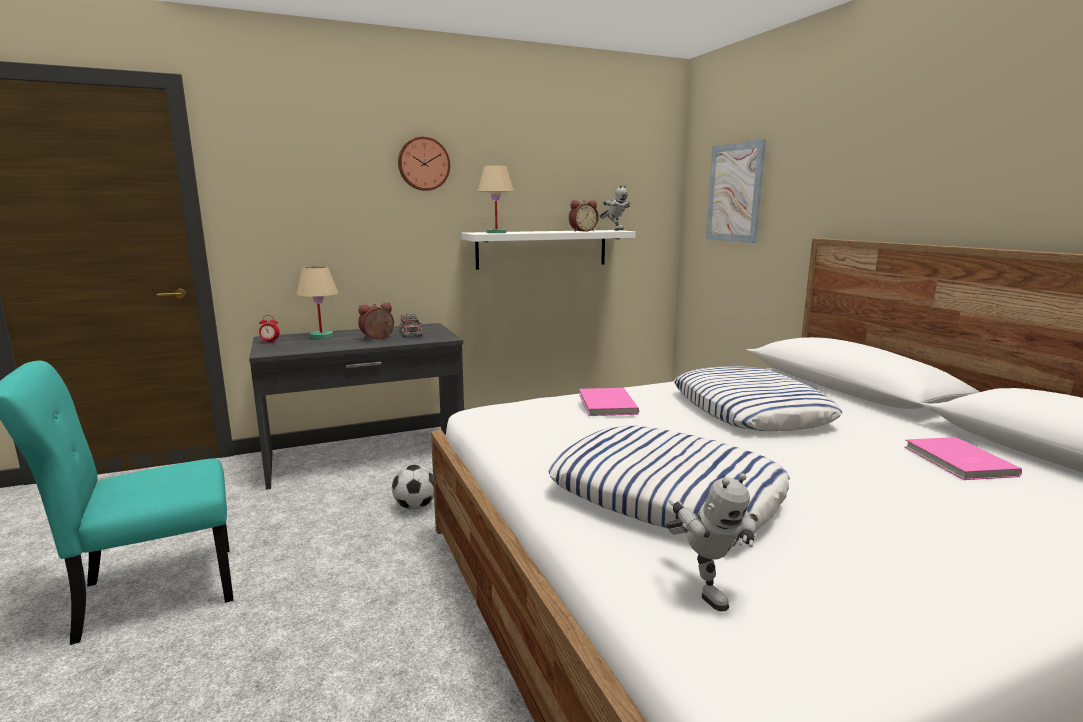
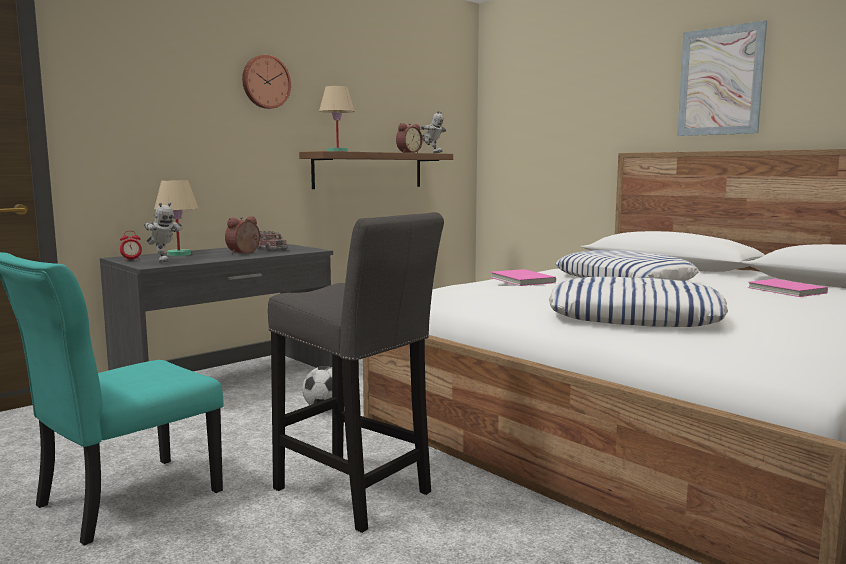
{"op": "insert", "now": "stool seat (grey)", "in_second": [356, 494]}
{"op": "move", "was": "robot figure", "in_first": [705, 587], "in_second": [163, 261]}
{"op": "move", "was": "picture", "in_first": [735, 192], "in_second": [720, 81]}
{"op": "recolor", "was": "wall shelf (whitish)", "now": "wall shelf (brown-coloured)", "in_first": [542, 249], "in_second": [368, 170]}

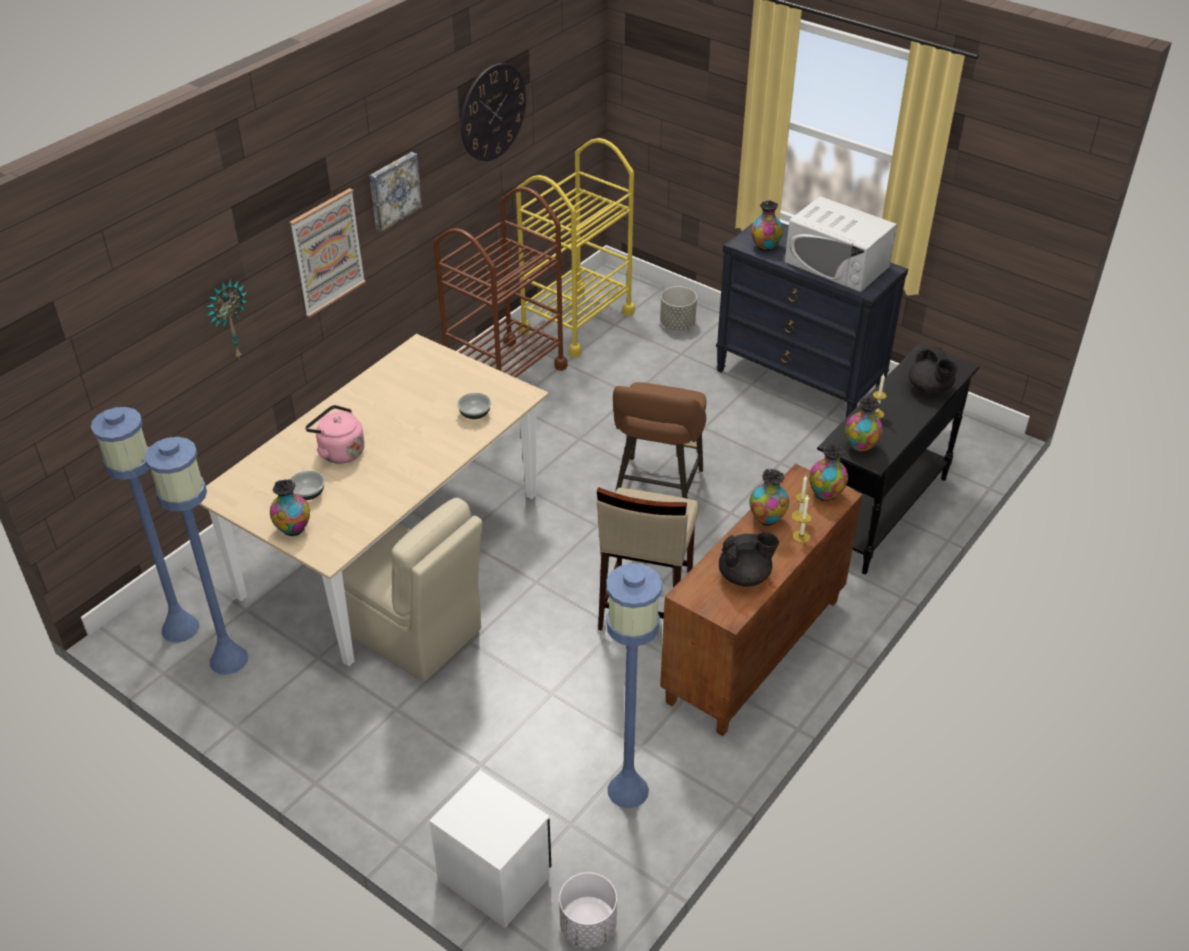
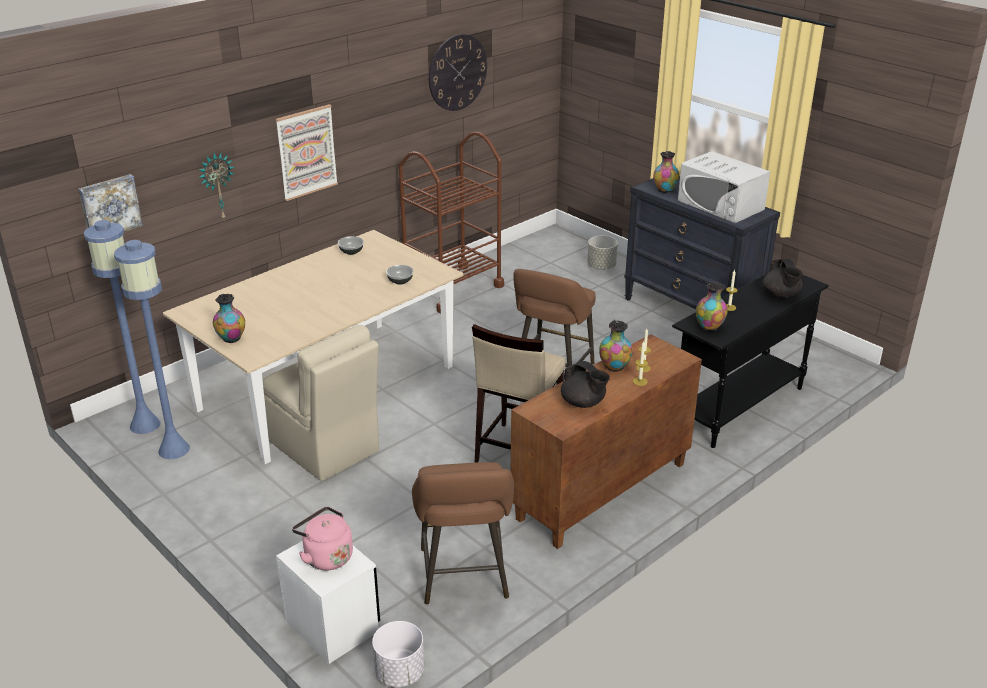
{"op": "delete", "was": "wheeled cart (yellow)", "in_first": [576, 321]}
{"op": "delete", "was": "decorative vase", "in_first": [826, 494]}
{"op": "move", "was": "serving bowl", "in_first": [308, 494], "in_second": [351, 252]}
{"op": "move", "was": "water kettle (pink-coloured)", "in_first": [339, 451], "in_second": [326, 556]}
{"op": "move", "was": "picture", "in_first": [393, 190], "in_second": [109, 206]}
{"op": "replace", "was": "standing lamp (blue)", "now": "stool seat (brown-coloured)", "in_first": [627, 791], "in_second": [464, 578]}
{"op": "rotate", "was": "tea pot (blackish)", "in_first": [745, 576], "in_second": [583, 403], "clockwise": 45}

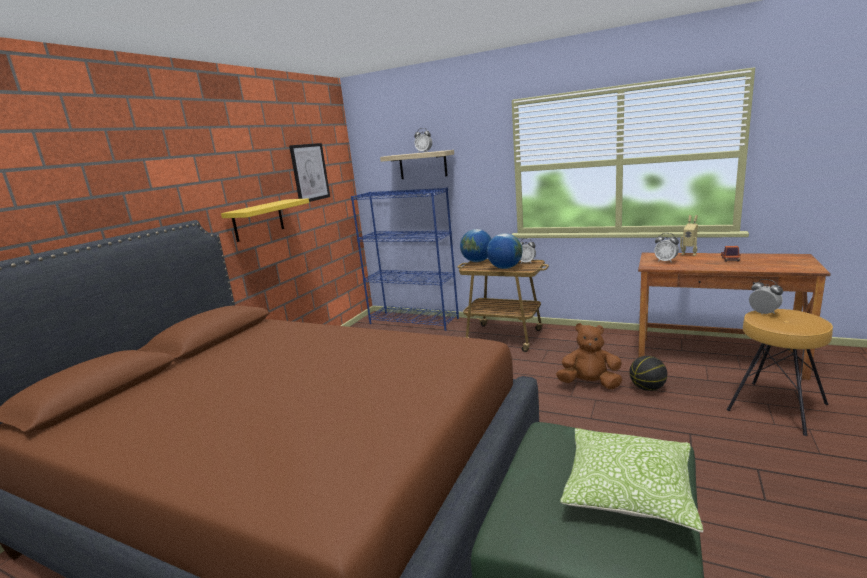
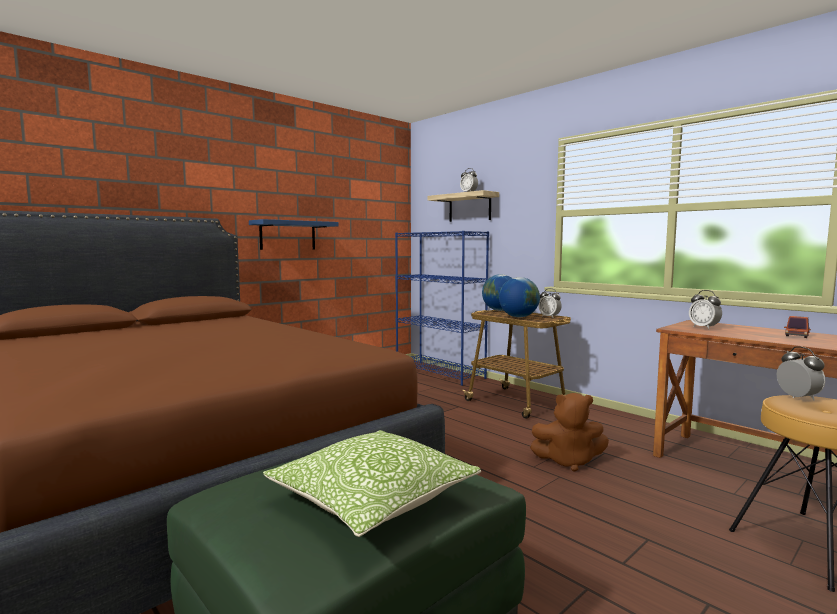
{"op": "delete", "was": "picture", "in_first": [310, 172]}
{"op": "delete", "was": "basketball ball", "in_first": [647, 388]}
{"op": "delete", "was": "robot figure", "in_first": [689, 253]}
{"op": "recolor", "was": "wall shelf (yellow)", "now": "wall shelf (blue)", "in_first": [258, 220], "in_second": [288, 235]}
{"op": "rotate", "was": "soft toy (brown-coloured)", "in_first": [589, 384], "in_second": [568, 461], "clockwise": 150}

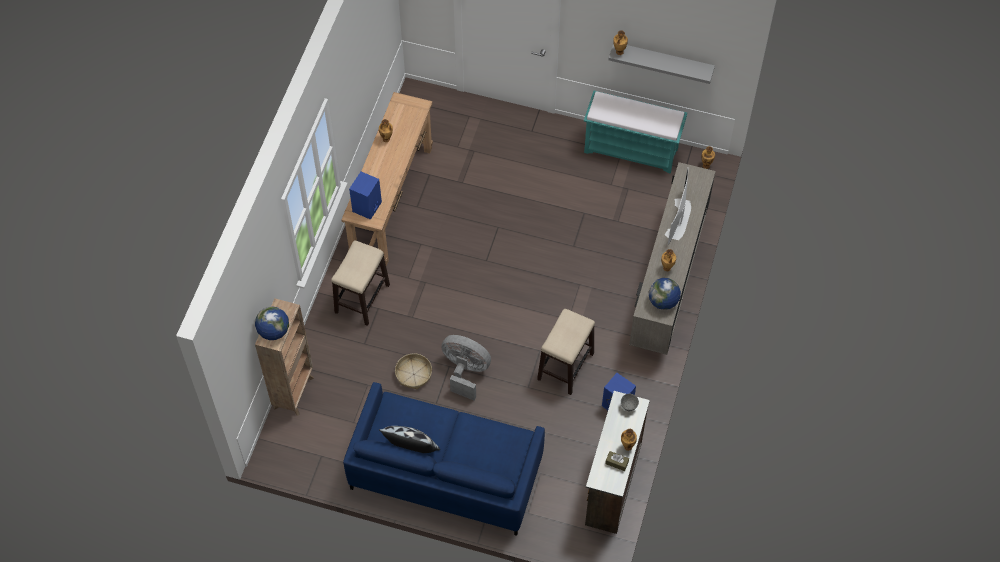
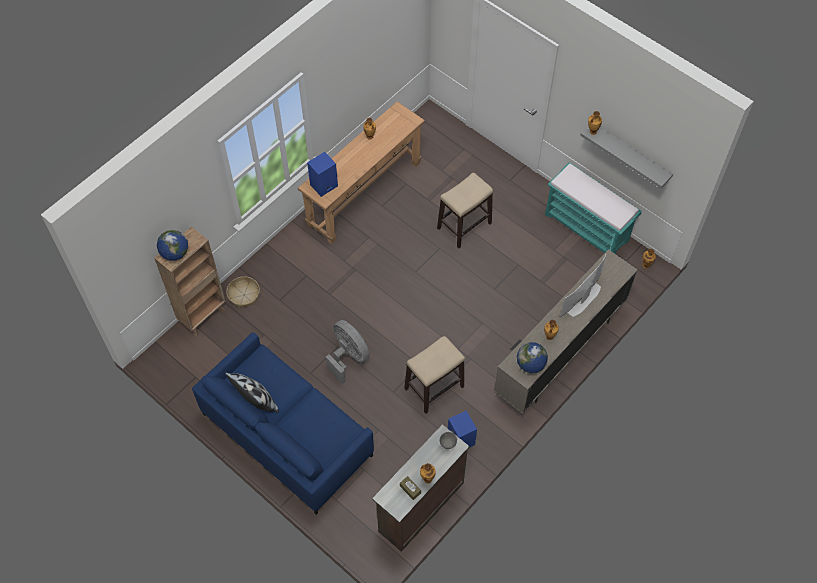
{"op": "move", "was": "stool seat", "in_first": [362, 298], "in_second": [464, 225]}
{"op": "move", "was": "basket", "in_first": [414, 374], "in_second": [244, 295]}

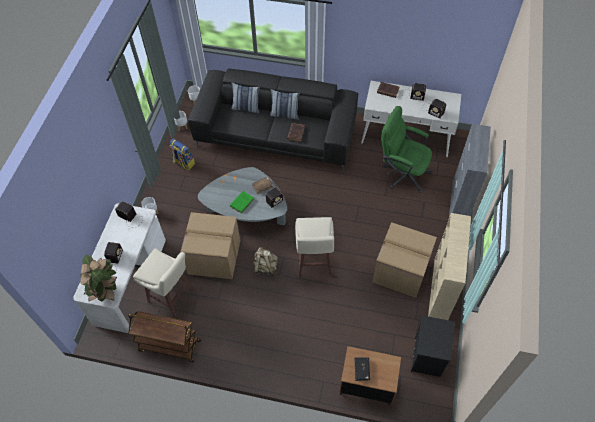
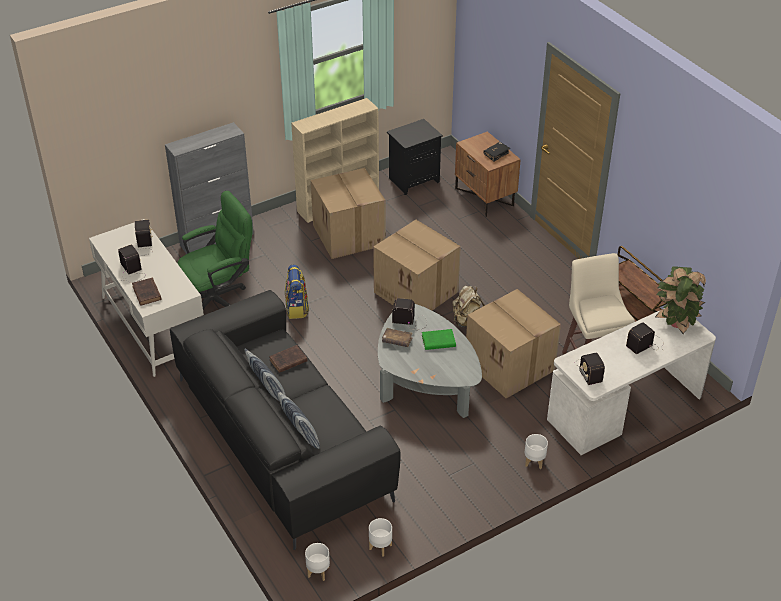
{"op": "move", "was": "backpack", "in_first": [183, 163], "in_second": [297, 308]}
{"op": "replace", "was": "stool seat (beige)", "now": "cardboard box", "in_first": [314, 263], "in_second": [417, 292]}
{"op": "rotate", "was": "office chair (green-coloured)", "in_first": [402, 173], "in_second": [219, 298], "clockwise": -105}

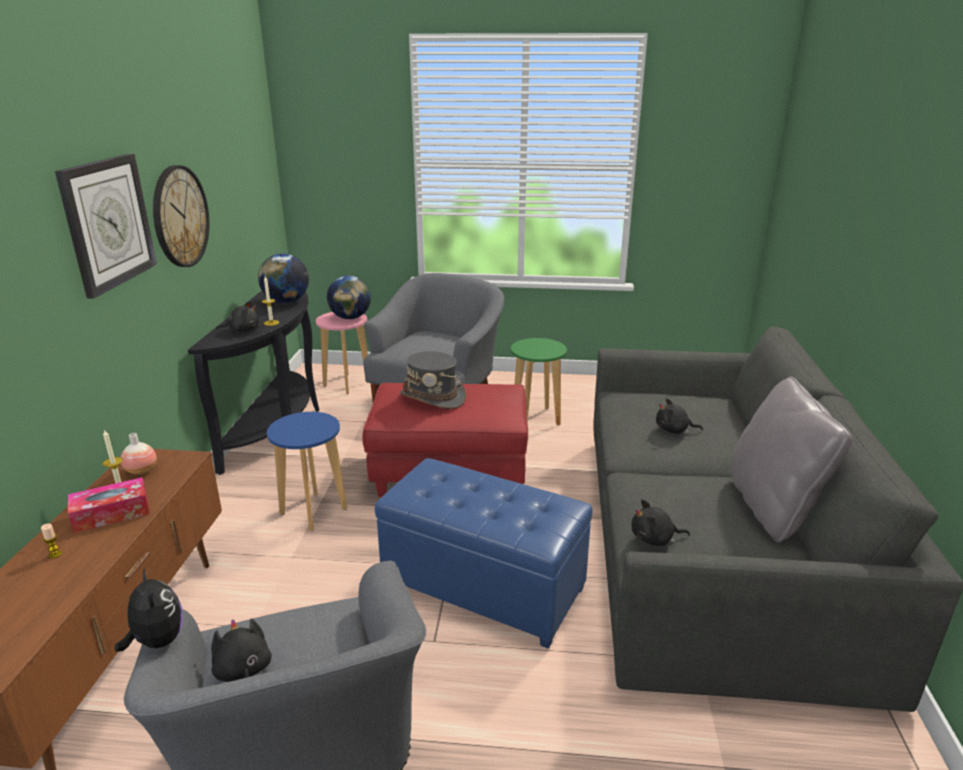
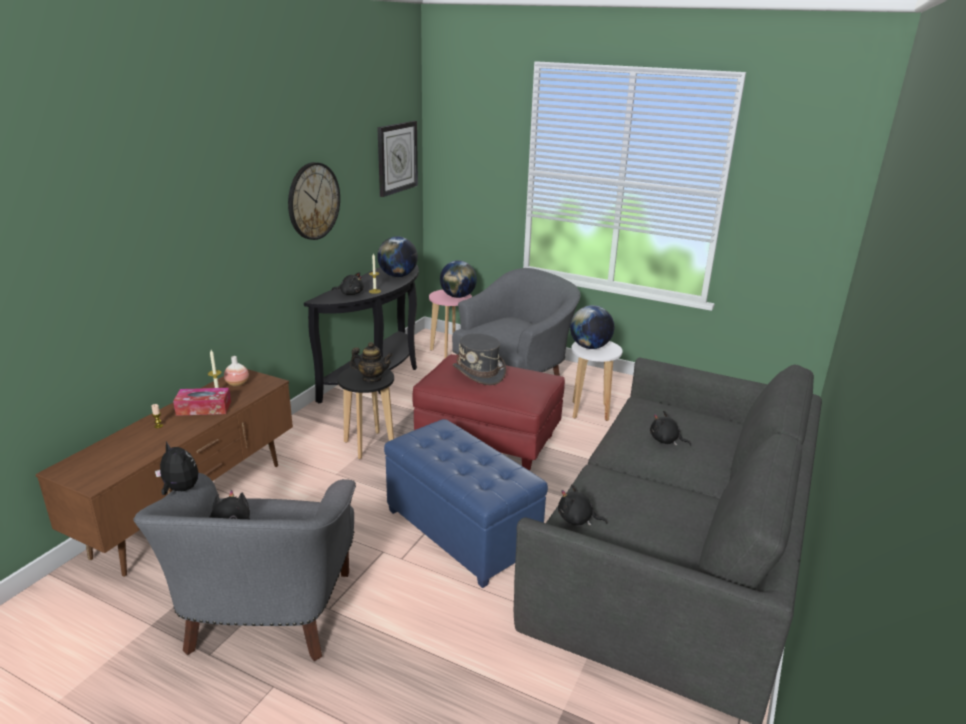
{"op": "delete", "was": "pillow (grey)", "in_first": [772, 507]}
{"op": "insert", "now": "tea pot", "in_second": [372, 378]}
{"op": "insert", "now": "world globe", "in_second": [590, 347]}
{"op": "move", "was": "hanging clock", "in_first": [108, 223], "in_second": [397, 158]}
{"op": "recolor", "was": "stool seat (blue)", "now": "stool seat (blackish)", "in_first": [313, 511], "in_second": [369, 445]}
{"op": "recolor", "was": "stool seat (green-coloured)", "now": "stool seat (whitish)", "in_first": [536, 419], "in_second": [590, 411]}
{"op": "rotate", "was": "soft toy", "in_first": [157, 640], "in_second": [179, 489], "clockwise": -45}

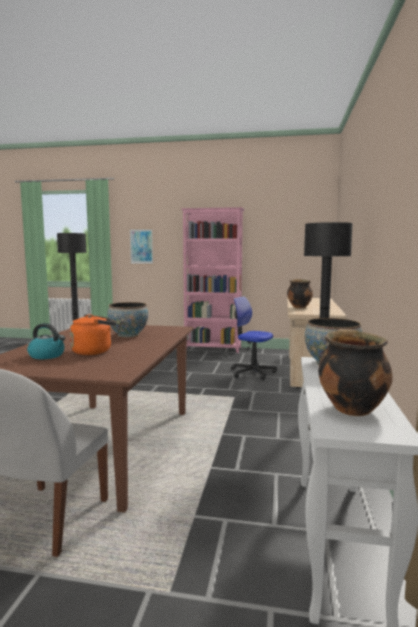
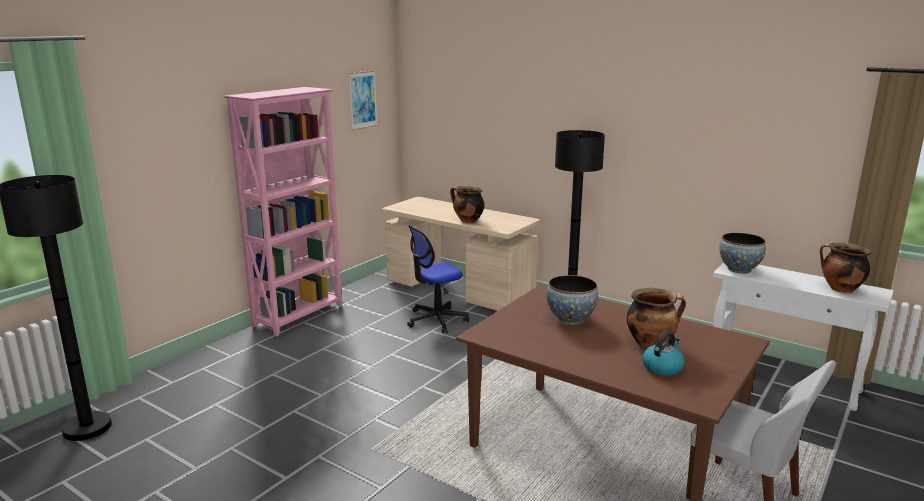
{"op": "move", "was": "picture", "in_first": [141, 246], "in_second": [363, 100]}
{"op": "replace", "was": "water kettle (orange)", "now": "stockpot", "in_first": [94, 351], "in_second": [651, 343]}

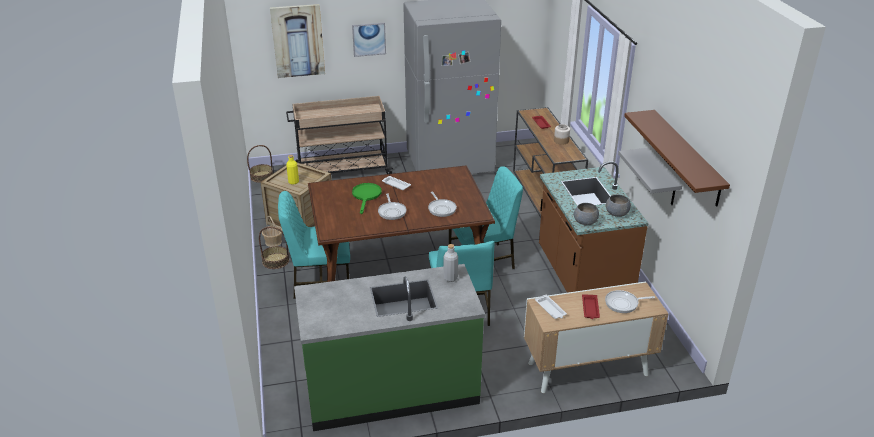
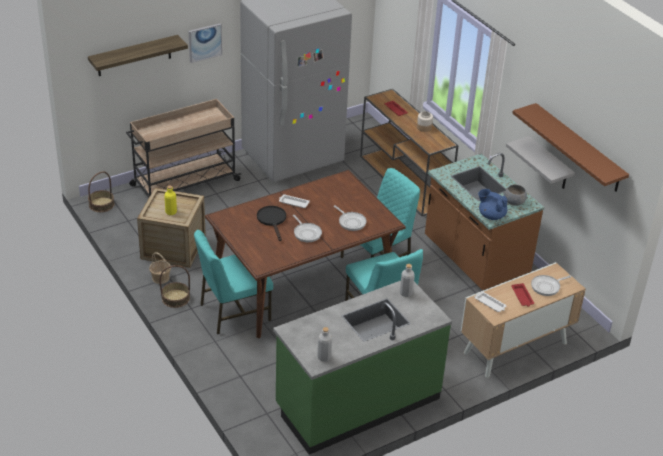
{"op": "insert", "now": "bottle (grey)", "in_second": [324, 357]}
{"op": "replace", "was": "picture", "now": "wall shelf", "in_first": [298, 41], "in_second": [134, 56]}
{"op": "replace", "was": "serving bowl (grey)", "now": "tea pot (blue)", "in_first": [585, 222], "in_second": [491, 215]}
{"op": "recolor", "was": "pan (green-coloured)", "now": "pan (blackish)", "in_first": [366, 196], "in_second": [272, 220]}

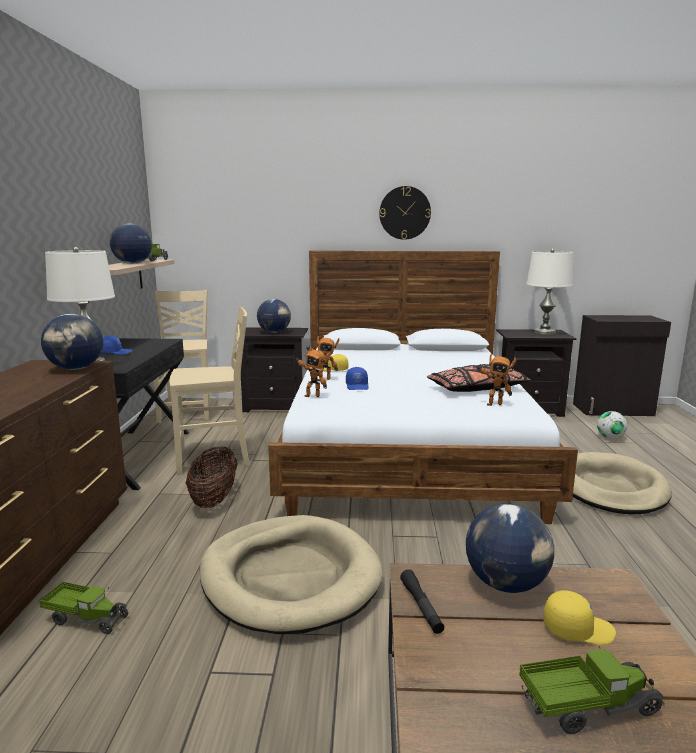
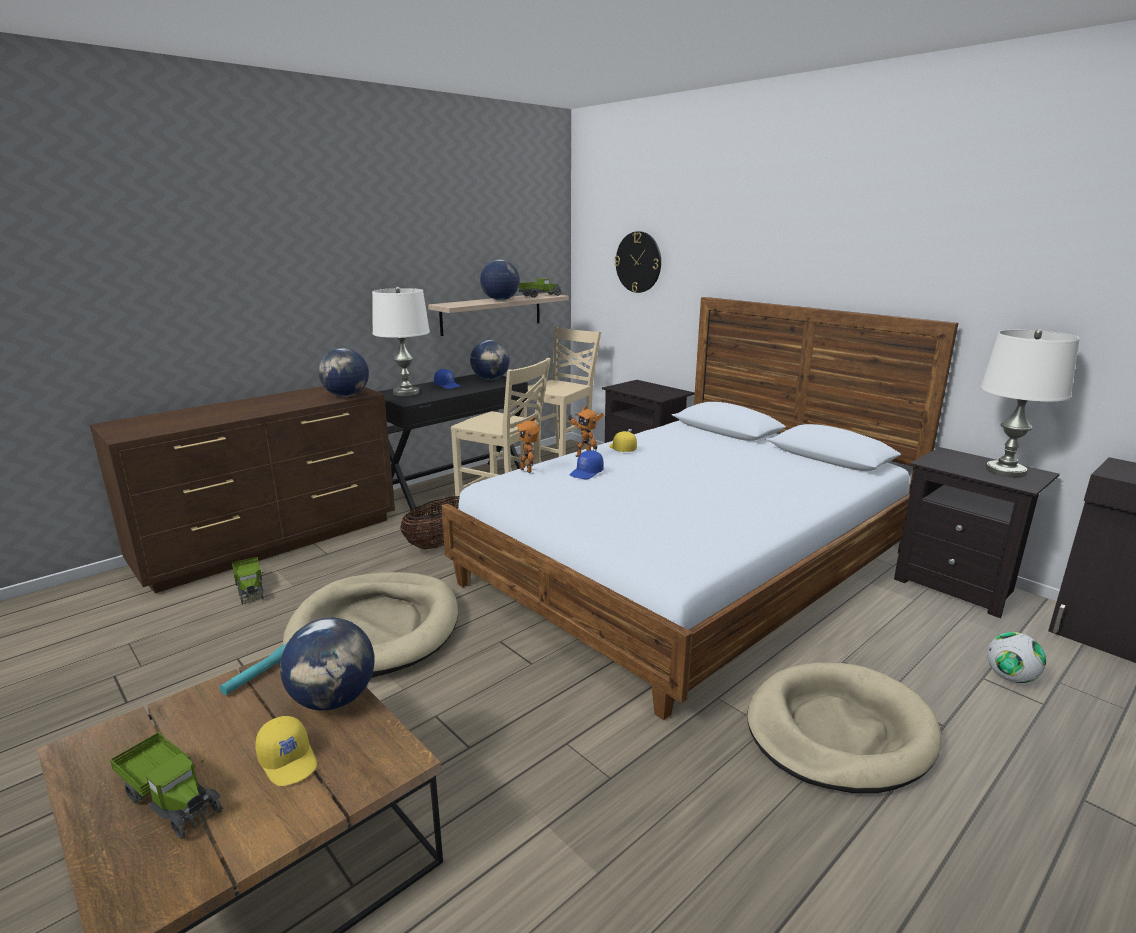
{"op": "delete", "was": "pillow (blackish)", "in_first": [477, 389]}
{"op": "delete", "was": "robot figure", "in_first": [493, 404]}
{"op": "move", "was": "world globe", "in_first": [274, 332], "in_second": [490, 379]}
{"op": "move", "was": "hanging clock", "in_first": [405, 213], "in_second": [638, 262]}
{"op": "recolor", "was": "torch (blackish)", "now": "torch (turquoise)", "in_first": [421, 607], "in_second": [259, 674]}

